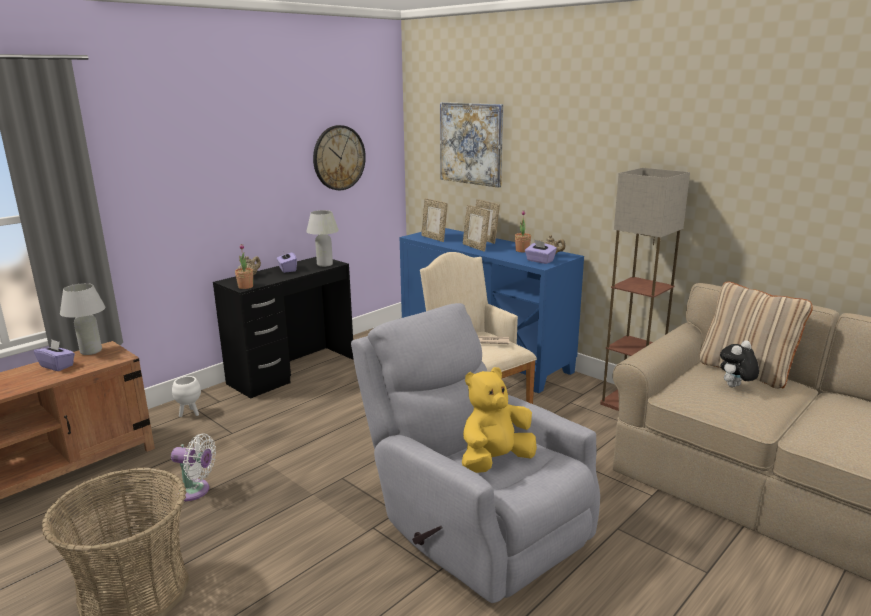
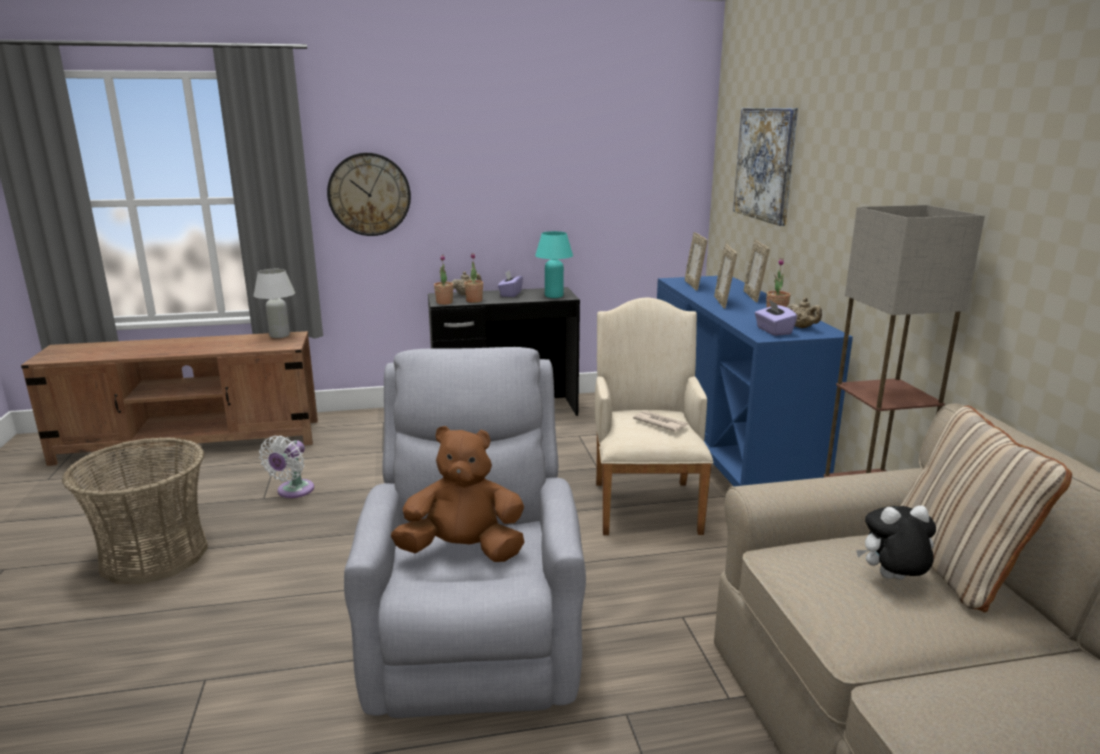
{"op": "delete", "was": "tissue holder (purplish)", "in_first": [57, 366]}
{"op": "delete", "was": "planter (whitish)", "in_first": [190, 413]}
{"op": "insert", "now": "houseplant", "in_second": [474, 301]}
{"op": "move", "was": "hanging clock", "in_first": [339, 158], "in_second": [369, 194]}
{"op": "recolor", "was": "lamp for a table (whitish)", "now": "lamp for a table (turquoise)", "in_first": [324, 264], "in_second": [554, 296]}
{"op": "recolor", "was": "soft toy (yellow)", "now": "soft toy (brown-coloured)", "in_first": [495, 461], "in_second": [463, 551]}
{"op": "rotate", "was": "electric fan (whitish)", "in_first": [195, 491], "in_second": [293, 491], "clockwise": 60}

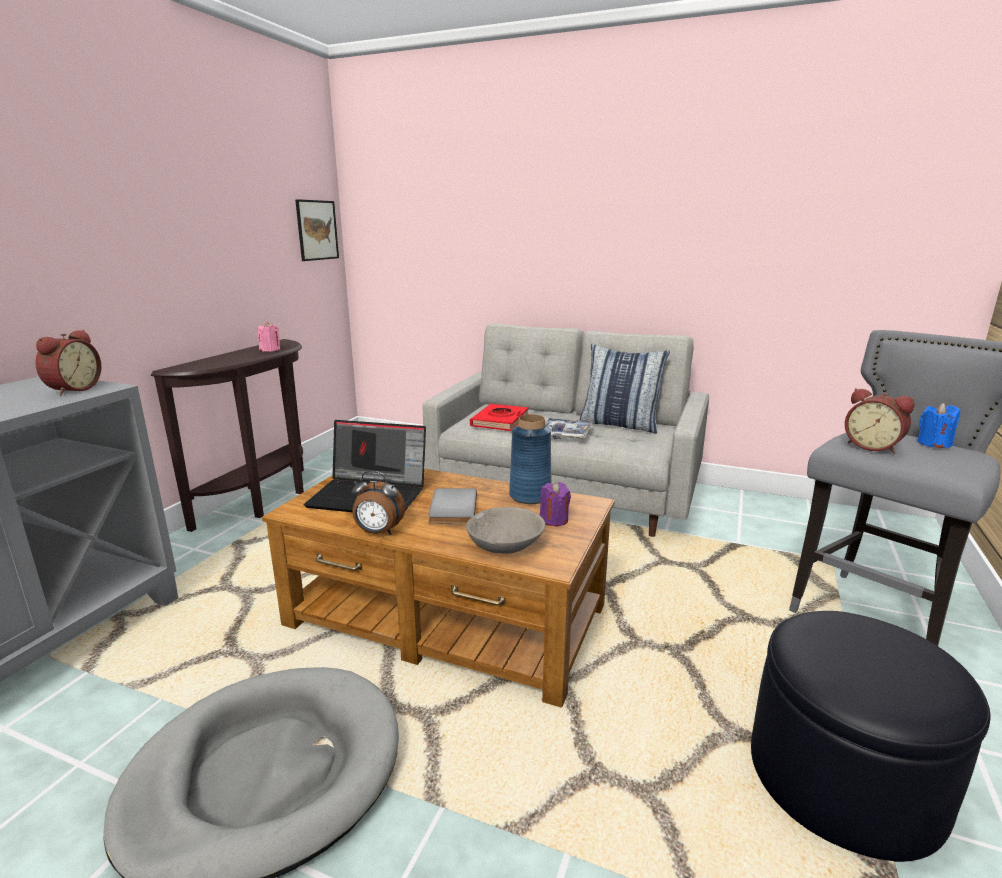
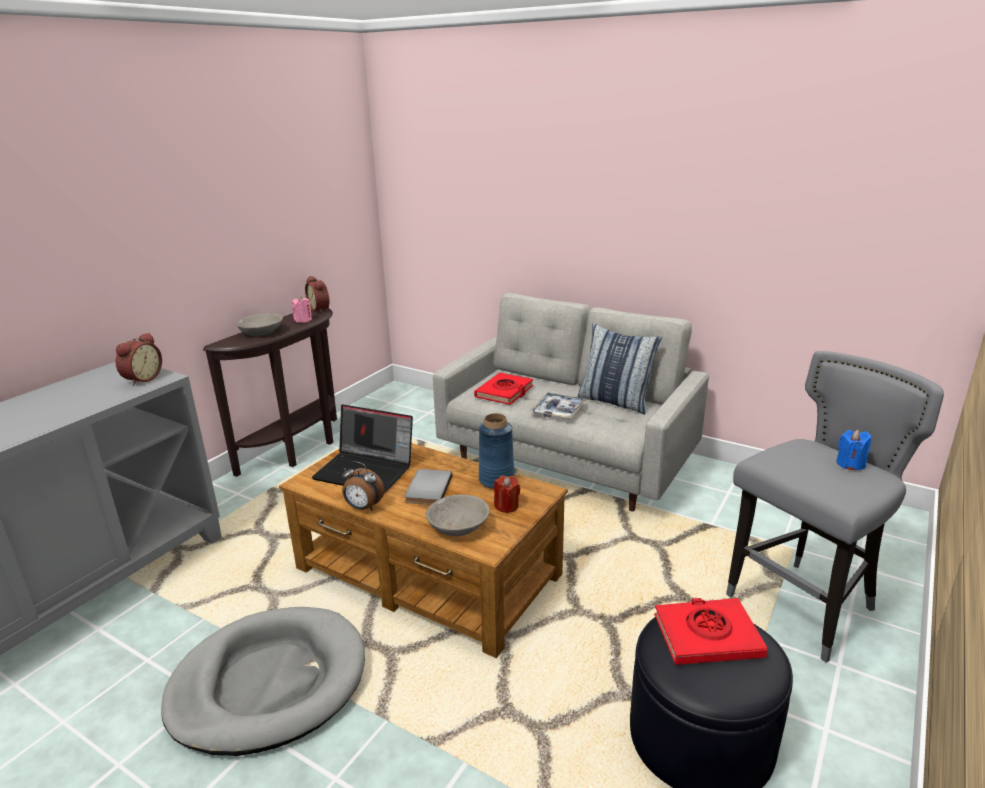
{"op": "delete", "was": "picture", "in_first": [317, 230]}
{"op": "insert", "now": "serving bowl (grey)", "in_second": [261, 332]}
{"op": "insert", "now": "volume (reddish)", "in_second": [707, 636]}
{"op": "move", "was": "bedside clock", "in_first": [872, 446], "in_second": [320, 309]}
{"op": "recolor", "was": "wax candle (purplish)", "now": "wax candle (reddish)", "in_first": [554, 520], "in_second": [506, 506]}

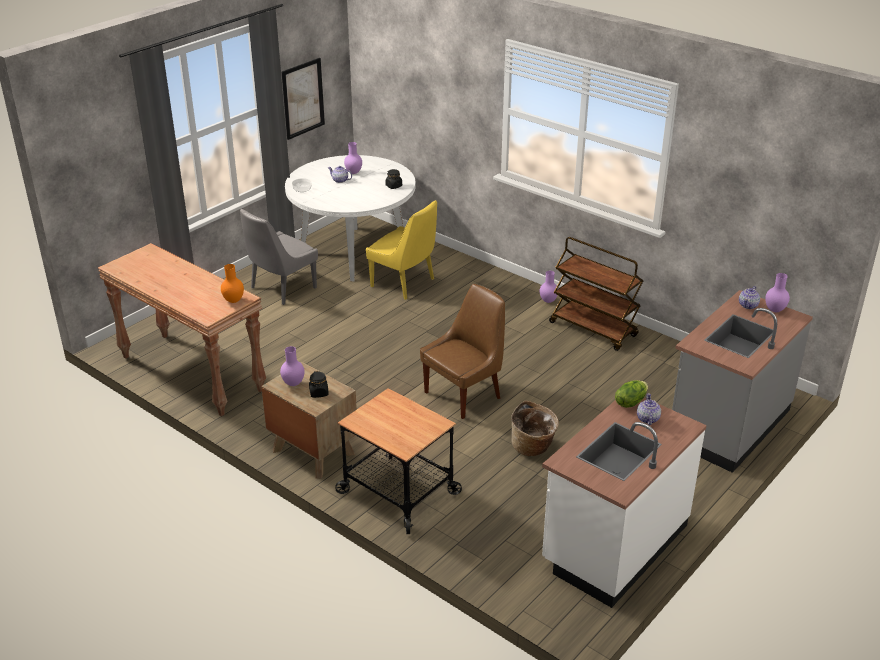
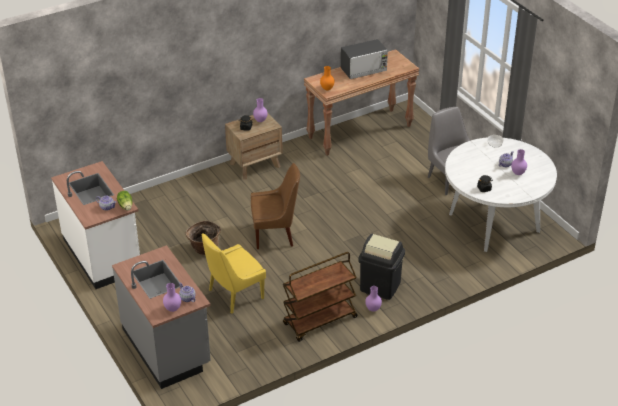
{"op": "delete", "was": "picture", "in_first": [303, 98]}
{"op": "delete", "was": "wheeled cart", "in_first": [398, 493]}
{"op": "insert", "now": "microwave oven", "in_second": [364, 70]}
{"op": "insert", "now": "trash can (blackish)", "in_second": [380, 286]}
{"op": "move", "was": "upright chair (yellow)", "in_first": [404, 283], "in_second": [234, 295]}
{"op": "rotate", "was": "upright chair (brown-coloured)", "in_first": [464, 394], "in_second": [275, 234], "clockwise": -75}

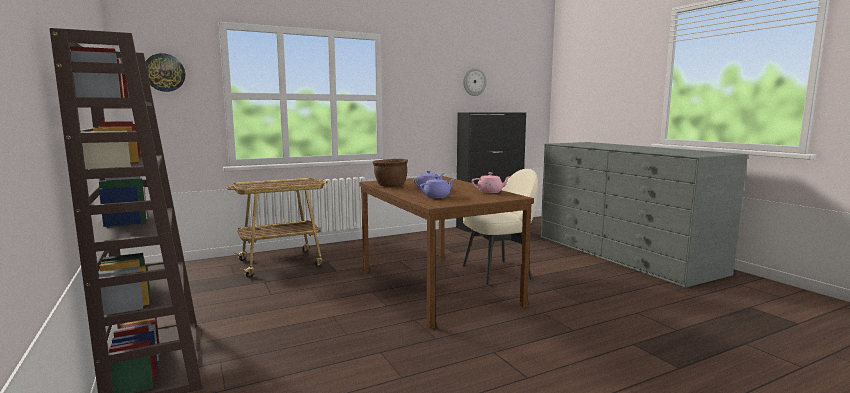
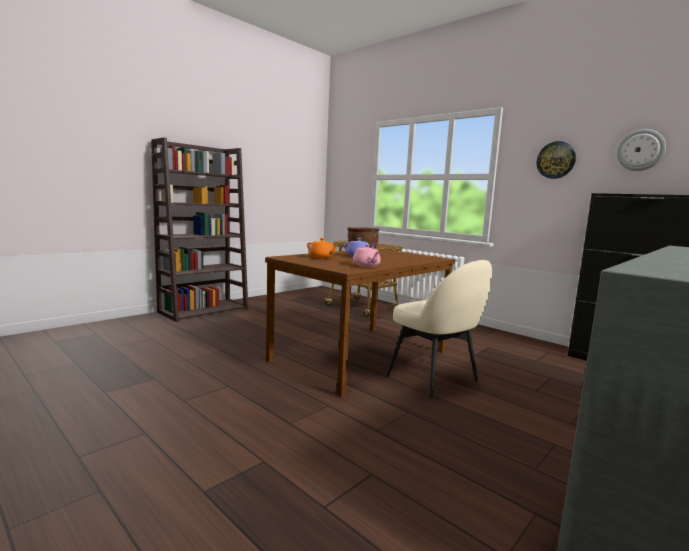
{"op": "move", "was": "hanging clock", "in_first": [164, 72], "in_second": [556, 160]}
{"op": "recolor", "was": "tea pot (purplish)", "now": "tea pot (orange)", "in_first": [437, 196], "in_second": [322, 257]}

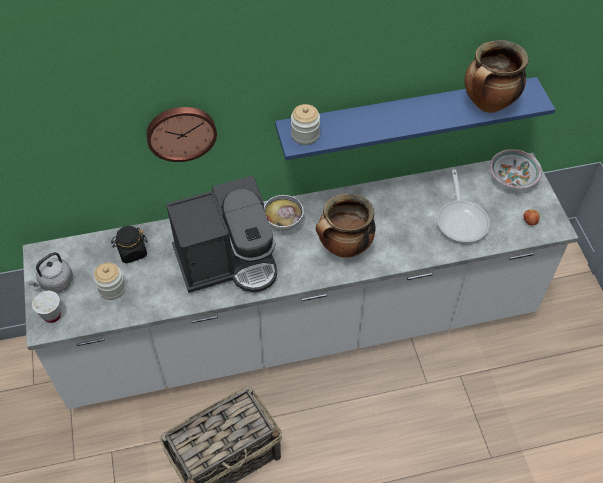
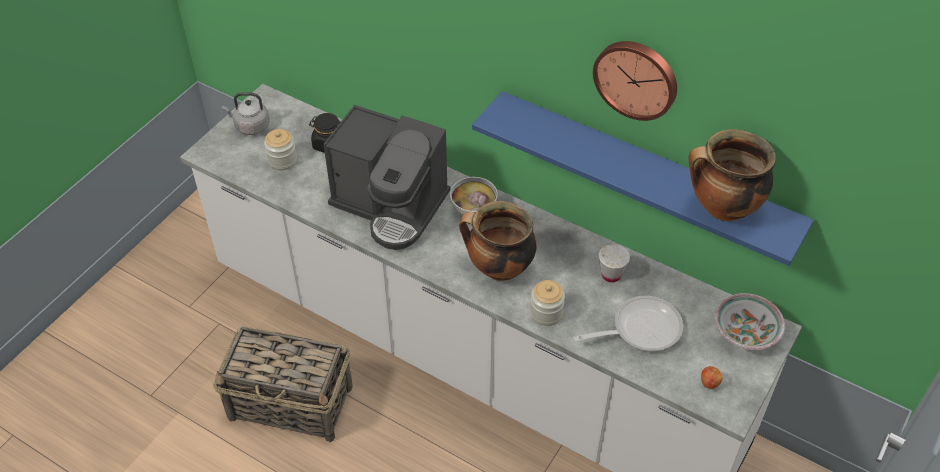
{"op": "move", "was": "drinking cup (whitish)", "in_first": [52, 315], "in_second": [611, 275]}
{"op": "move", "was": "hanging clock", "in_first": [181, 132], "in_second": [636, 78]}
{"op": "move", "was": "jar", "in_first": [305, 135], "in_second": [546, 313]}
{"op": "rotate", "was": "pan", "in_first": [461, 220], "in_second": [640, 329], "clockwise": -150}

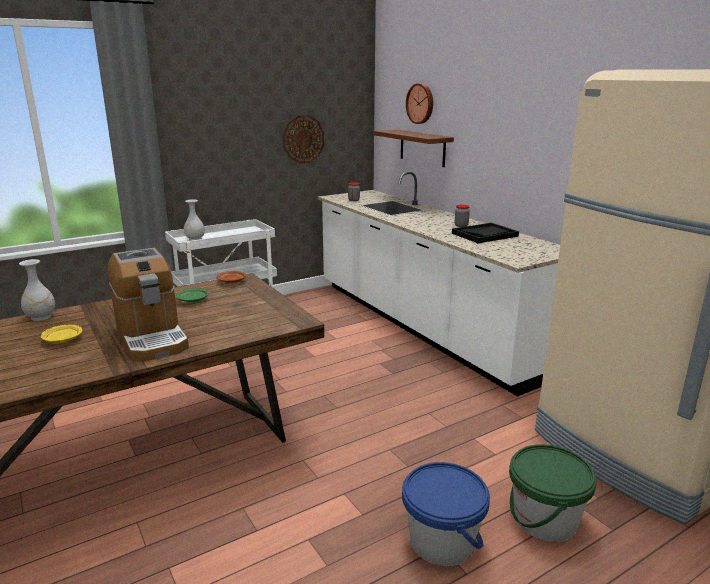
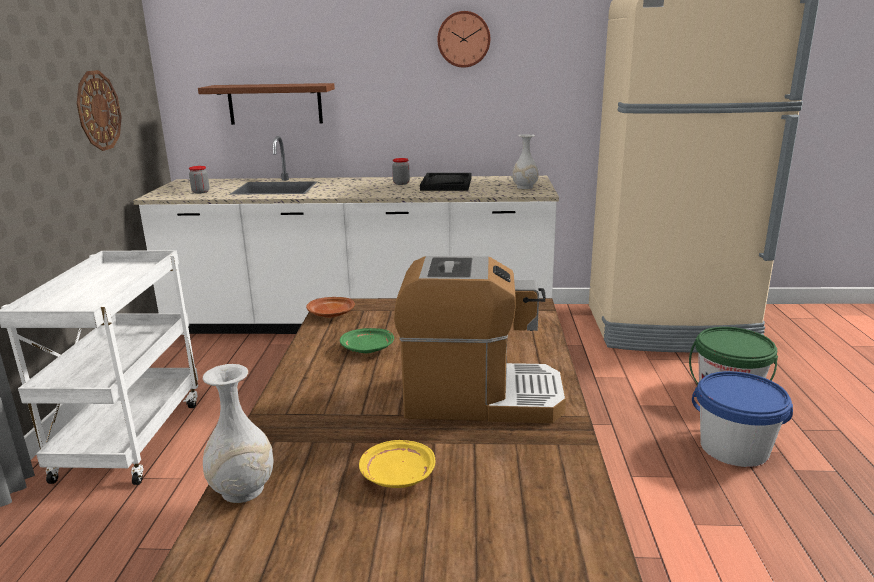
{"op": "move", "was": "decorative vase (whitish)", "in_first": [195, 239], "in_second": [524, 187]}
{"op": "move", "was": "hanging clock", "in_first": [421, 103], "in_second": [463, 39]}

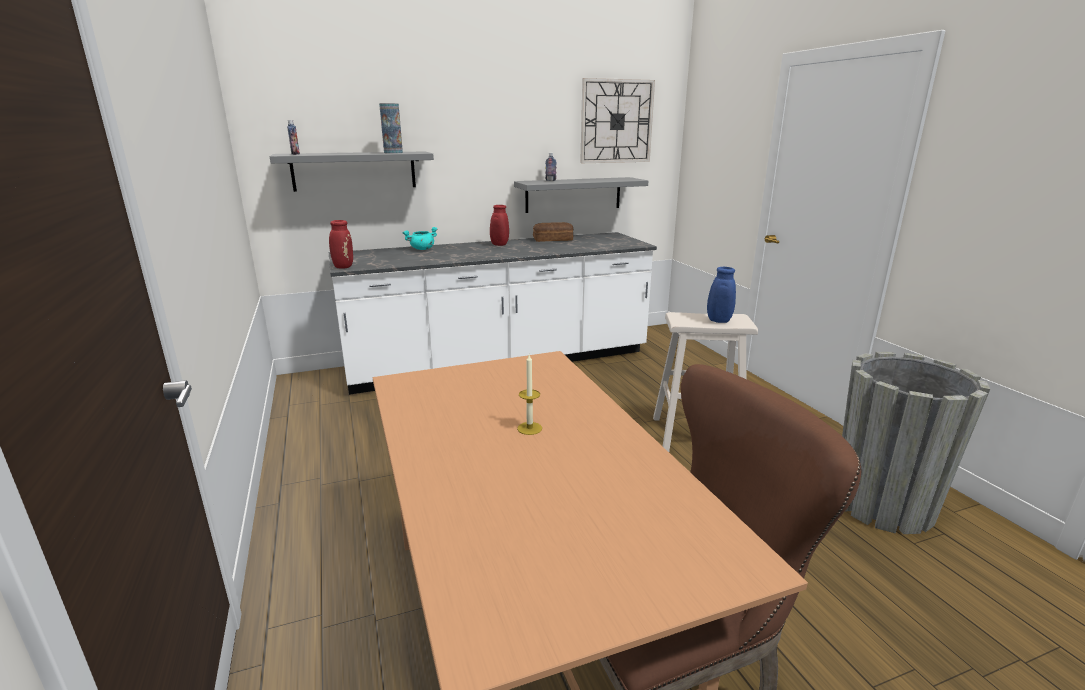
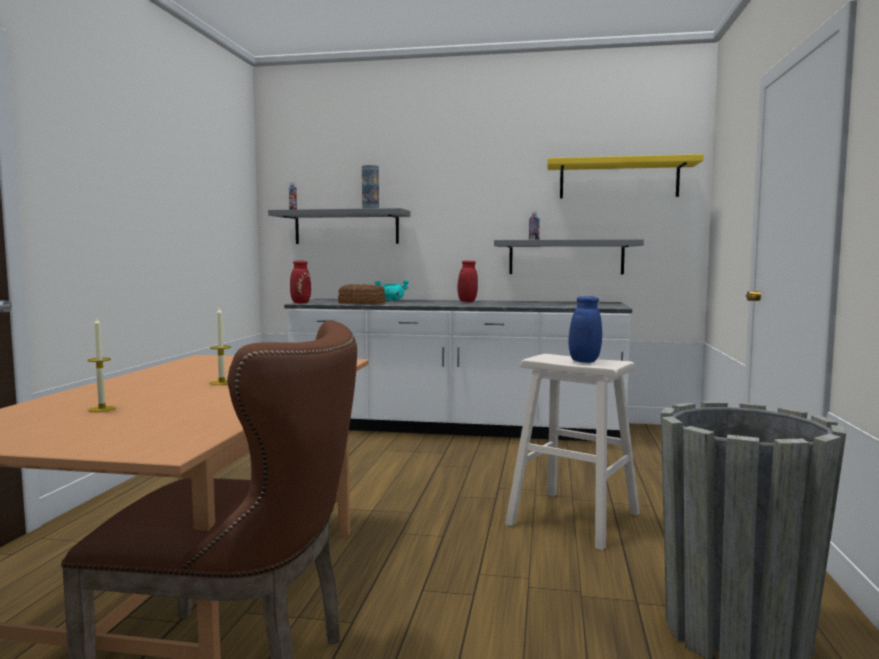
{"op": "insert", "now": "wax candle", "in_second": [102, 409]}
{"op": "move", "was": "bread", "in_first": [553, 239], "in_second": [362, 303]}
{"op": "replace", "was": "hanging clock", "now": "wall shelf (yellow)", "in_first": [616, 121], "in_second": [618, 180]}

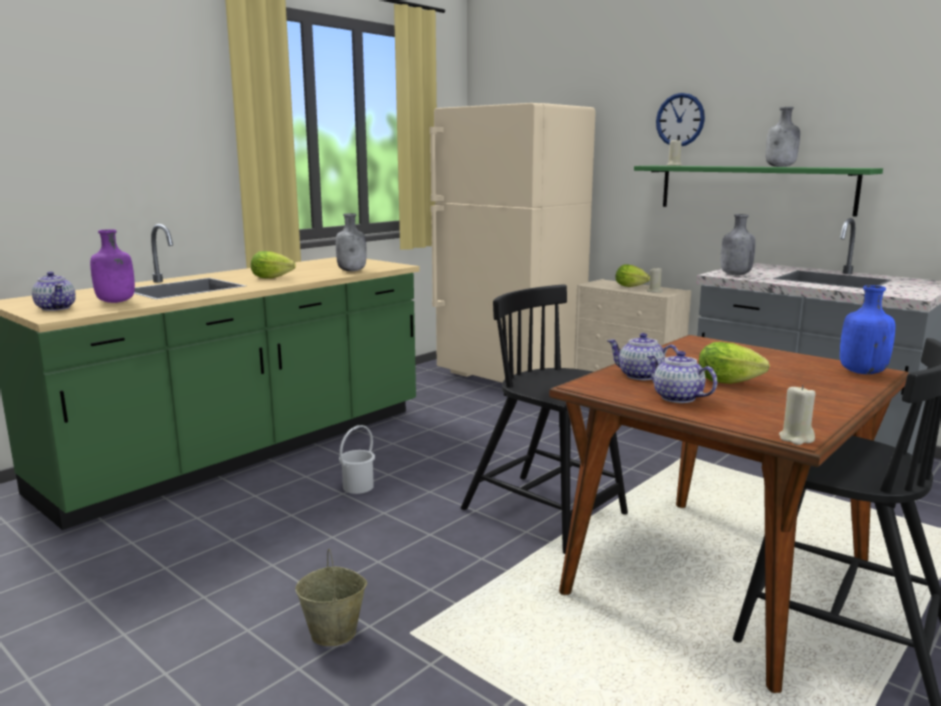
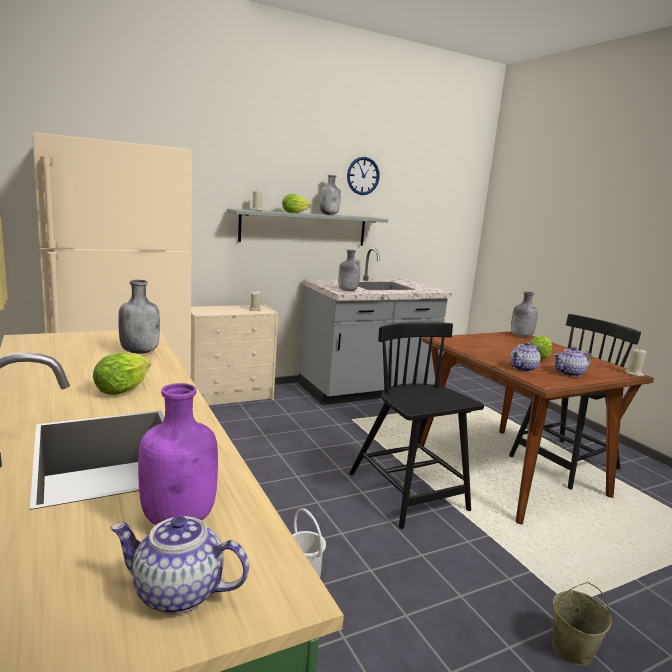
{"op": "move", "was": "lettuce head", "in_first": [632, 287], "in_second": [296, 213]}
{"op": "move", "was": "hanging clock", "in_first": [680, 120], "in_second": [363, 176]}
{"op": "recolor", "was": "wall shelf (green-coloured)", "now": "wall shelf (grey)", "in_first": [754, 189], "in_second": [304, 228]}
{"op": "recolor", "was": "bottle (blue)", "now": "bottle (grey)", "in_first": [861, 372], "in_second": [520, 336]}
{"op": "rotate", "was": "tea pot", "in_first": [56, 308], "in_second": [177, 593], "clockwise": -150}
{"op": "rotate", "was": "upright chair (blackish)", "in_first": [546, 513], "in_second": [408, 493], "clockwise": 90}

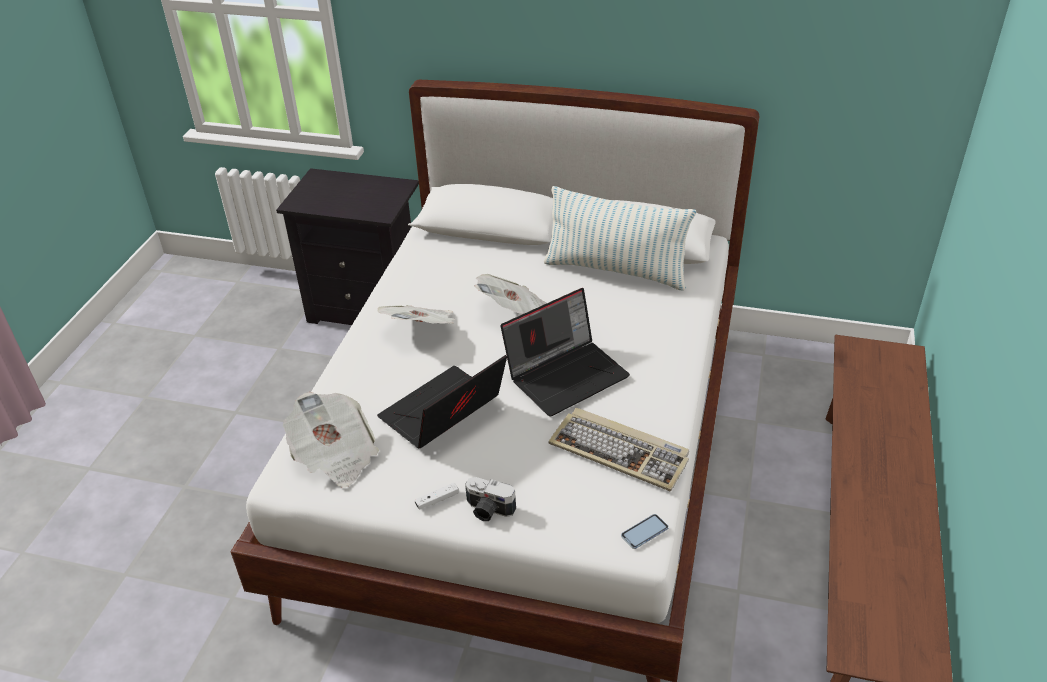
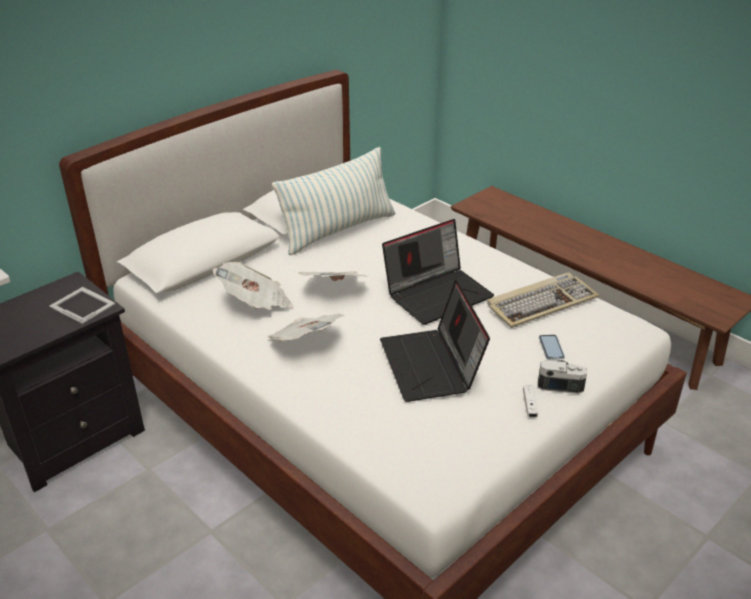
{"op": "insert", "now": "picture frame", "in_second": [82, 305]}
{"op": "move", "was": "daily paper", "in_first": [335, 455], "in_second": [256, 303]}
{"op": "move", "was": "handset", "in_first": [644, 532], "in_second": [551, 348]}
{"op": "rotate", "was": "photo camera", "in_first": [488, 510], "in_second": [560, 383], "clockwise": -135}
{"op": "rotate", "was": "laptop", "in_first": [566, 374], "in_second": [438, 293], "clockwise": 60}

